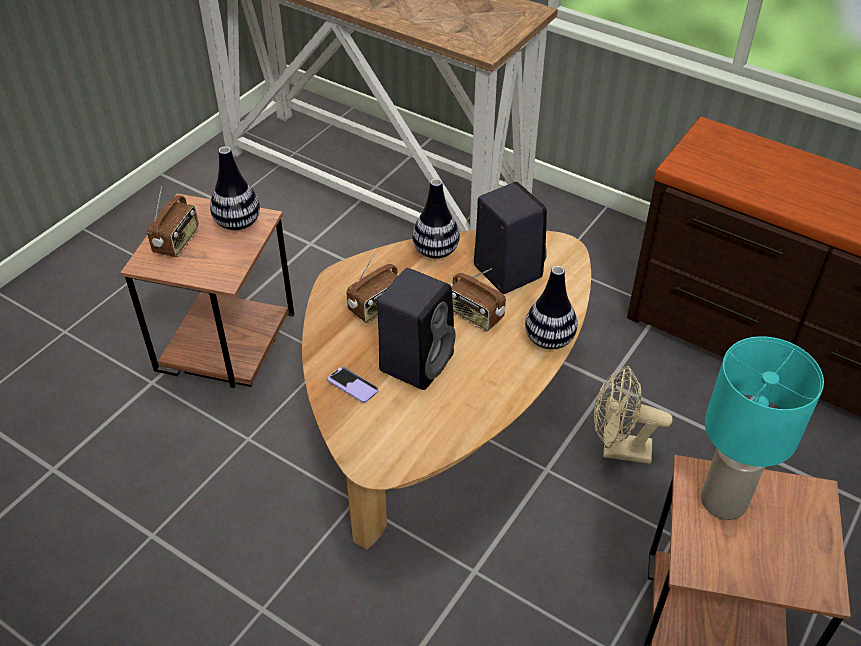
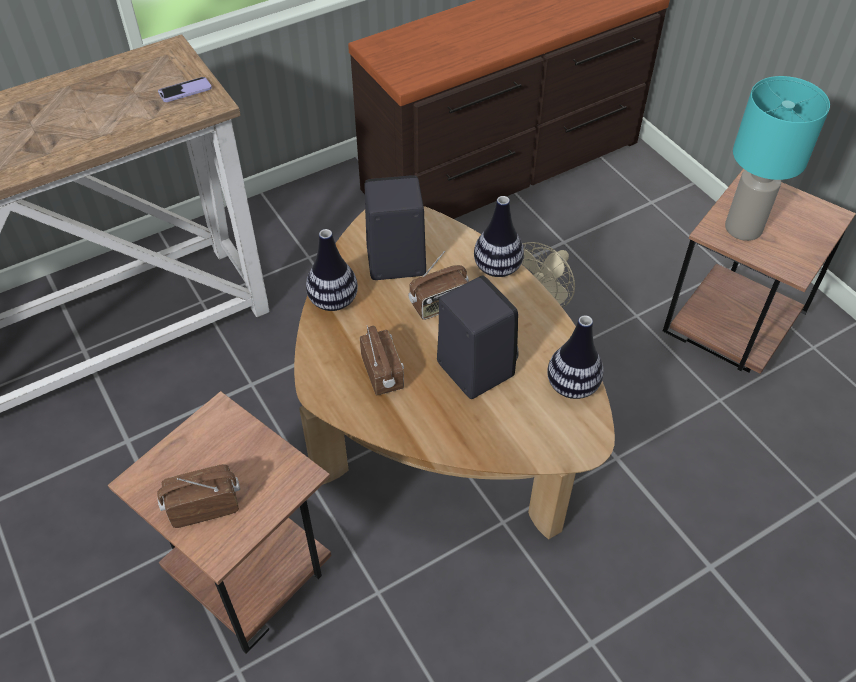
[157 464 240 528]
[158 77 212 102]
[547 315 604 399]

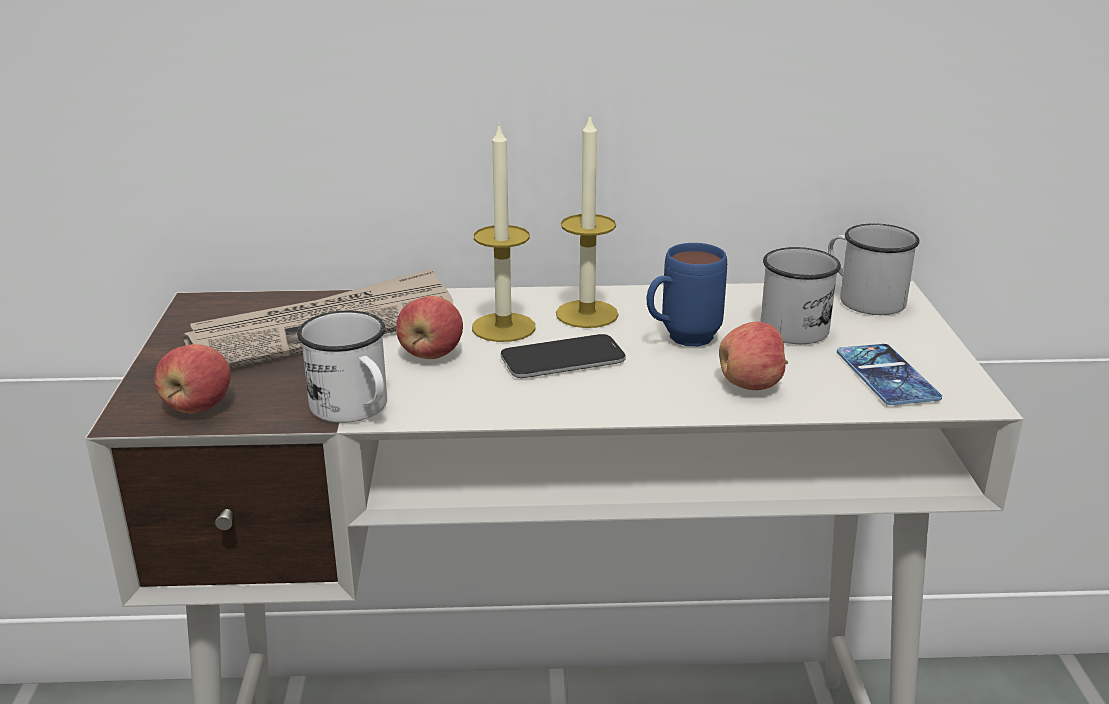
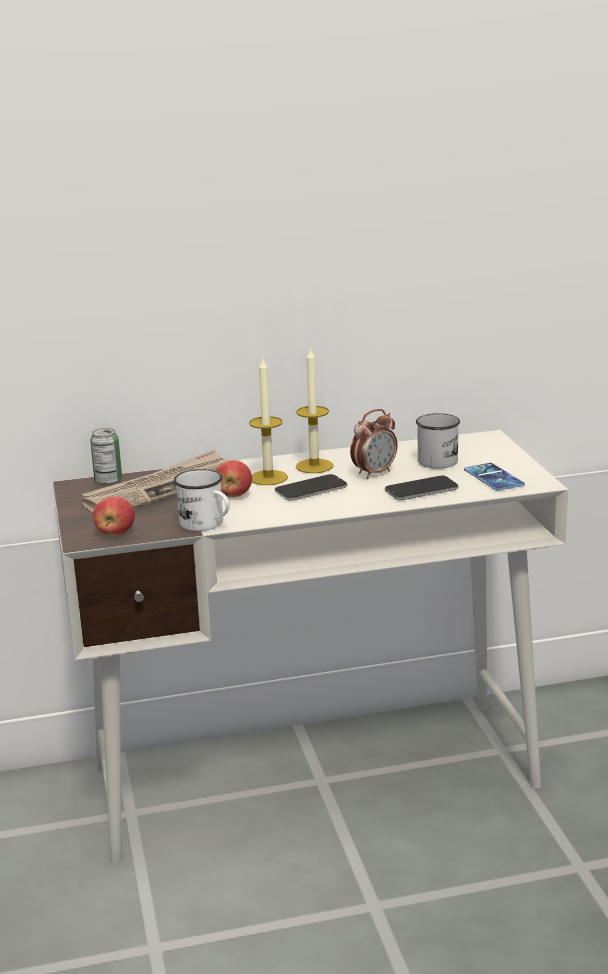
[90 428 122 485]
[350 409 397 479]
[385 476 459 500]
[828 224 920 315] (first image)

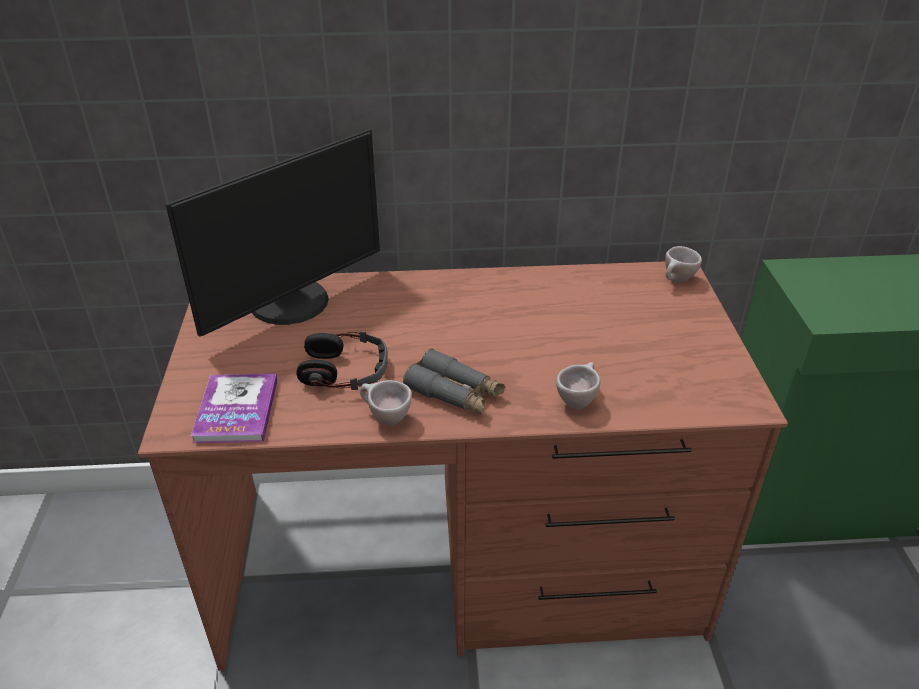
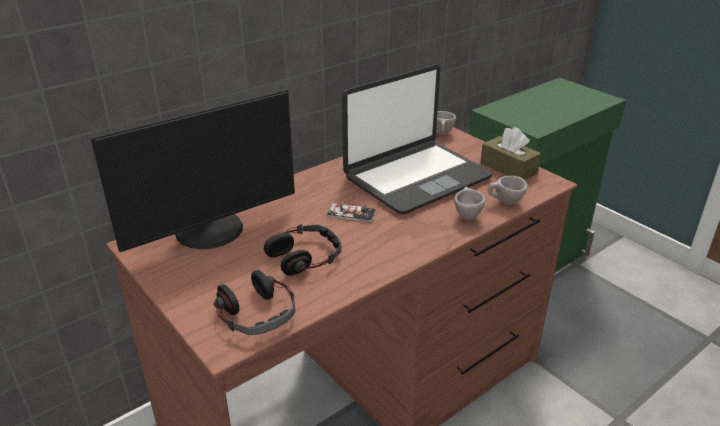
[91 90 295 252]
[213 270 295 335]
[326 202 376 222]
[342 65 493 214]
[480 127 541 180]
[487 176 527 205]
[403 349 505 415] (first image)

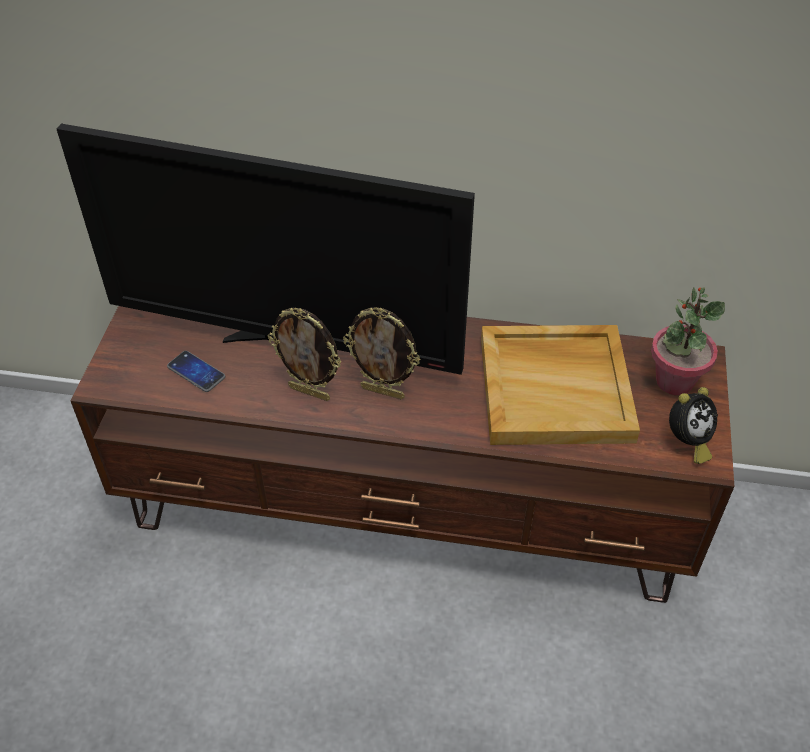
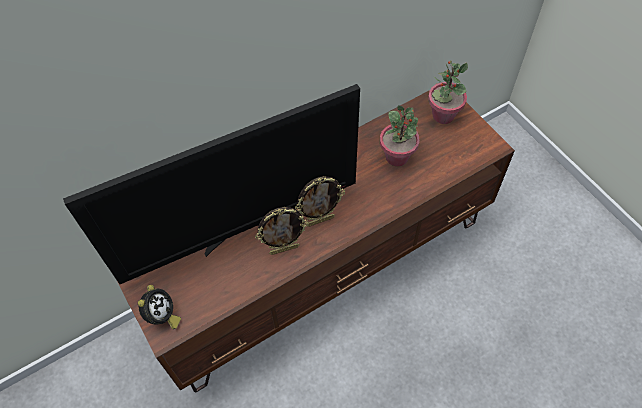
[138 285 181 329]
[380 105 420 166]
[167 351 225 392] (first image)

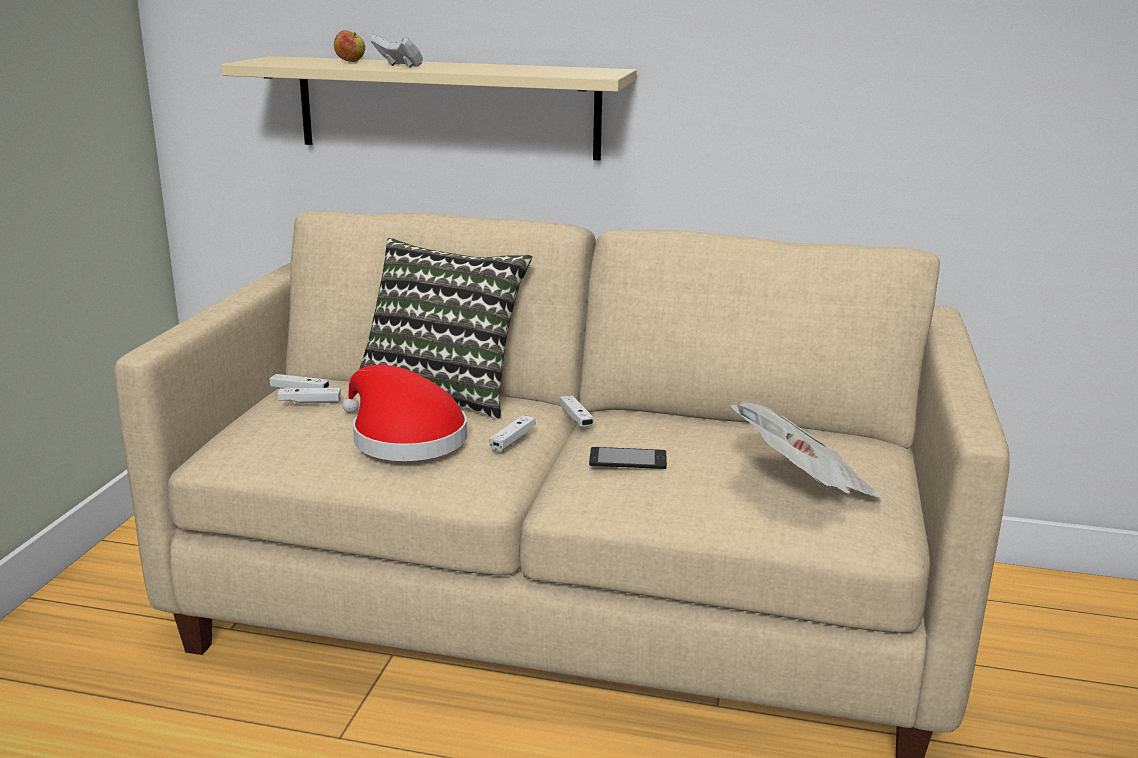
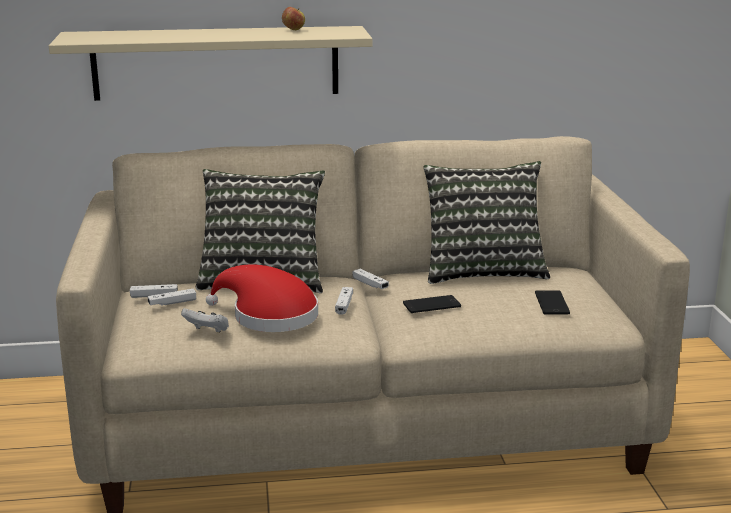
[181 308 229 333]
[282 7 305 30]
[423 161 550 284]
[535 290 570 314]

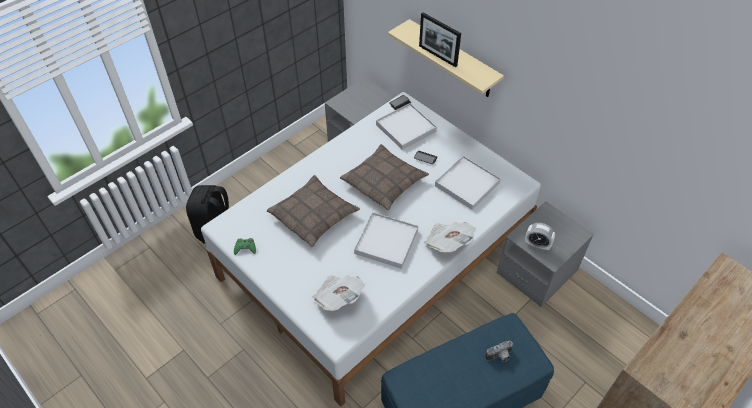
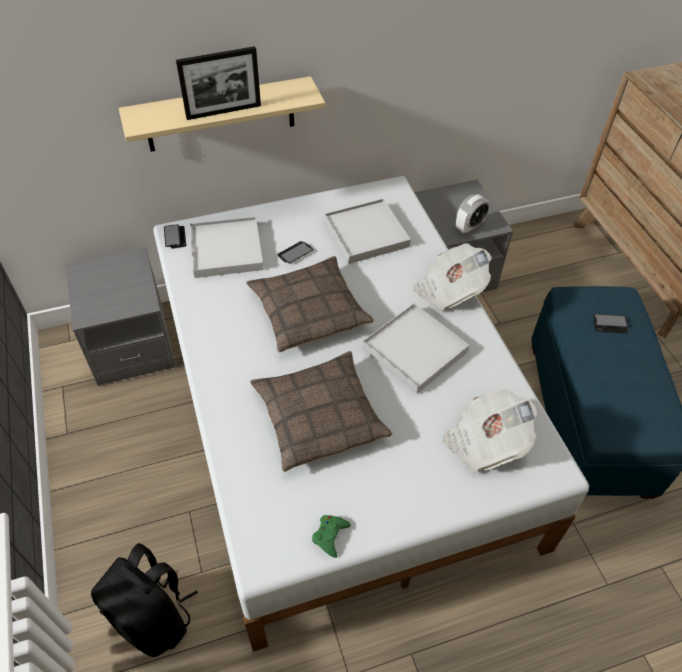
[593 314 628 334]

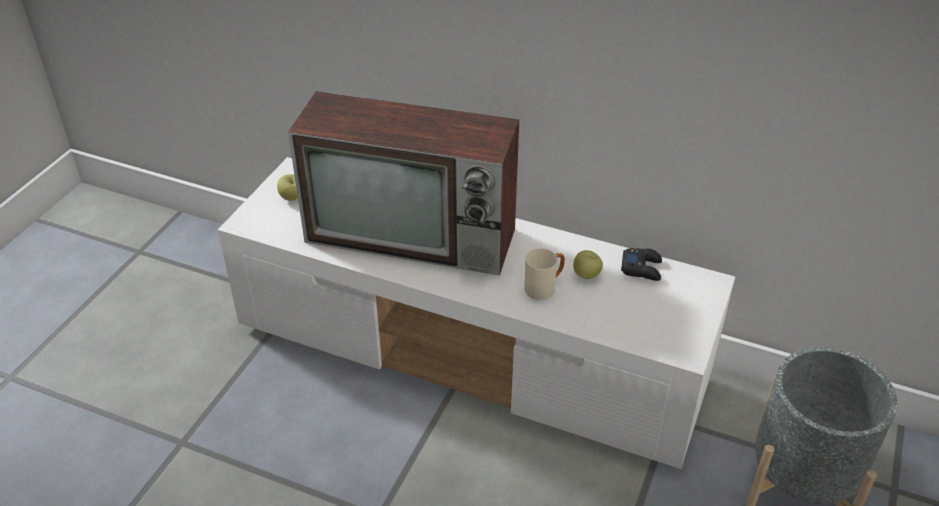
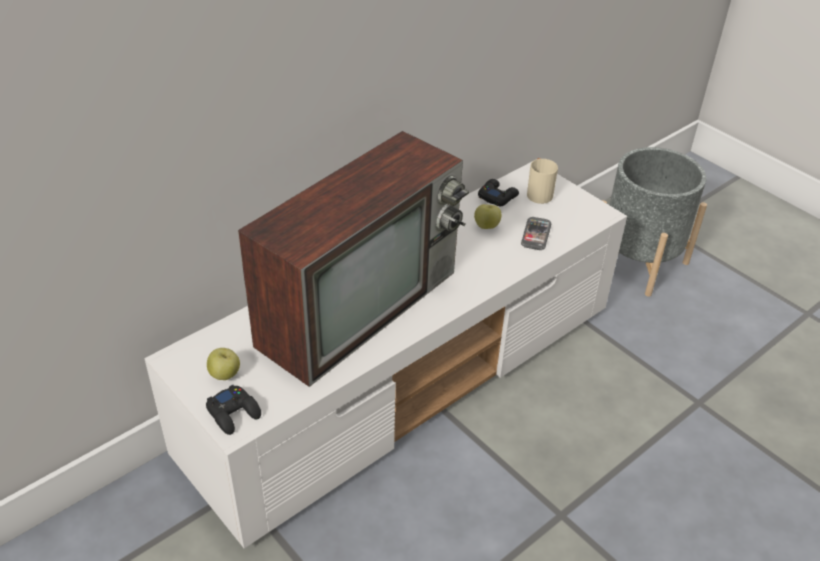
[206 385 261 435]
[521 217 551 250]
[527 158 558 204]

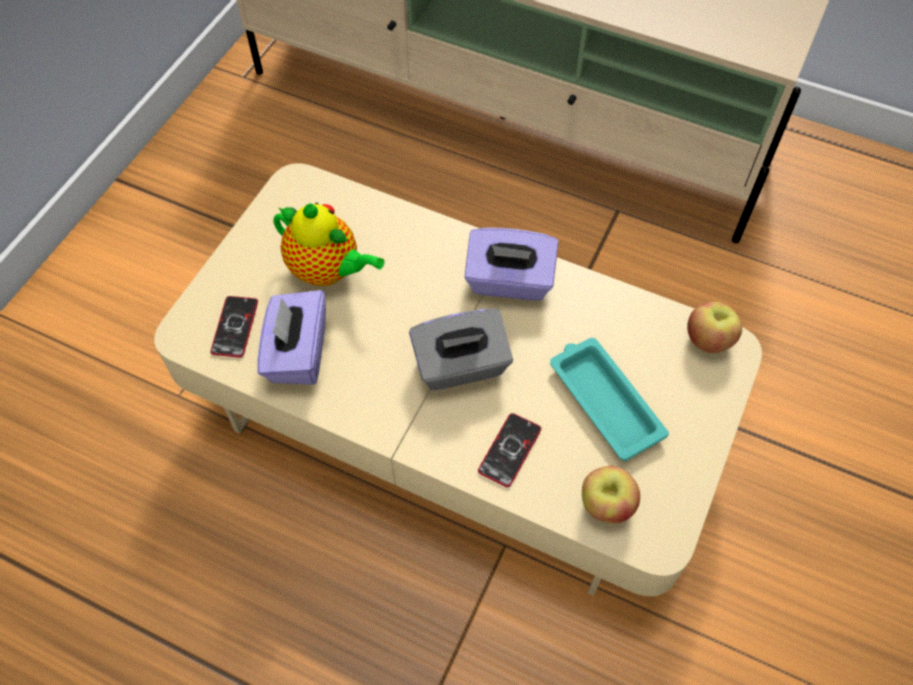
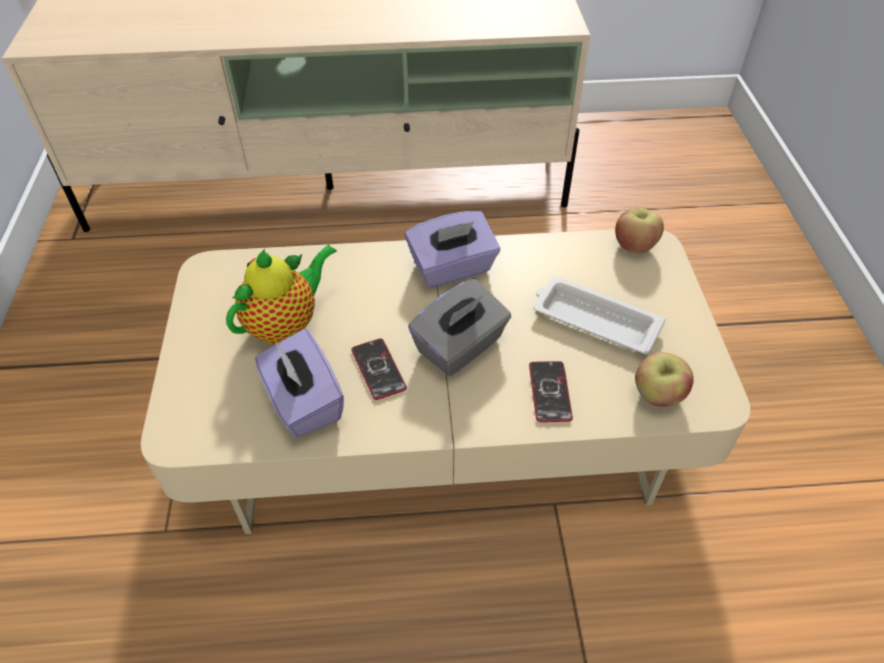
[226 244 337 345]
[351 338 407 400]
[533 277 665 354]

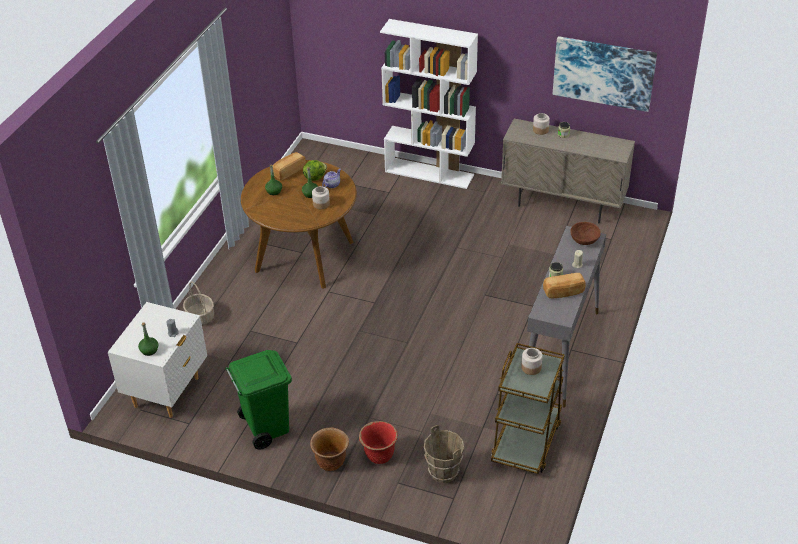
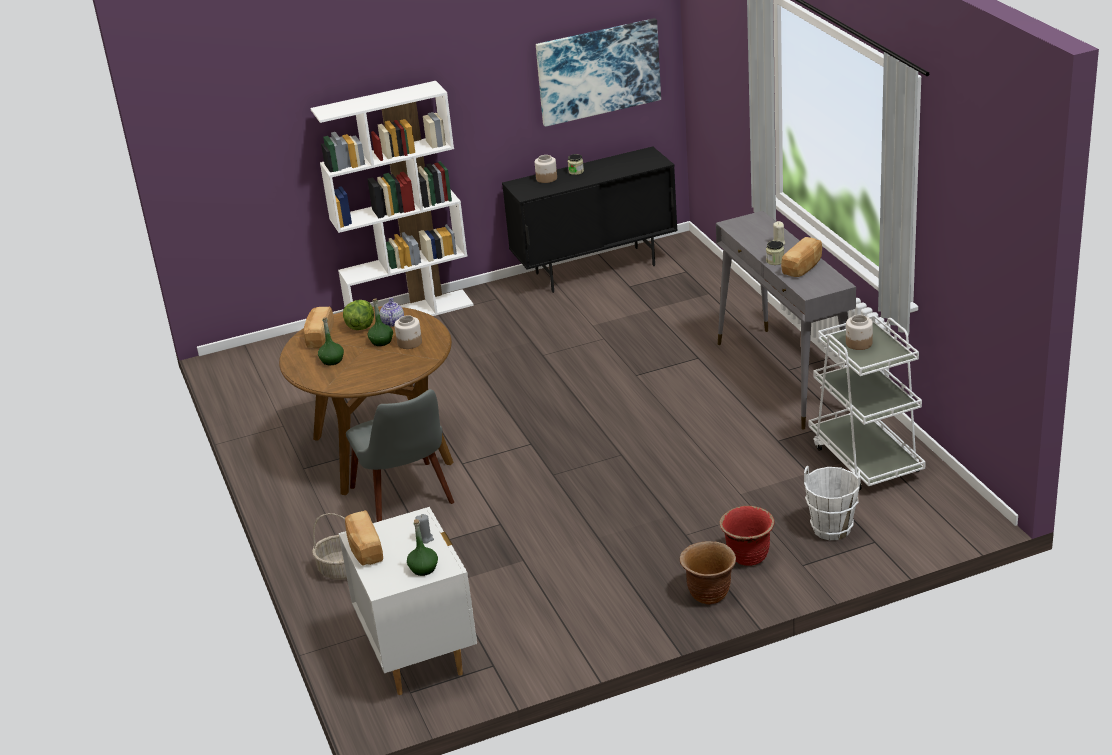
[345 510 383 566]
[346 389 454 522]
[502 146 678 293]
[804 466 860 540]
[809 315 926 490]
[226 350 292 449] (first image)
[570 222 601 245] (first image)

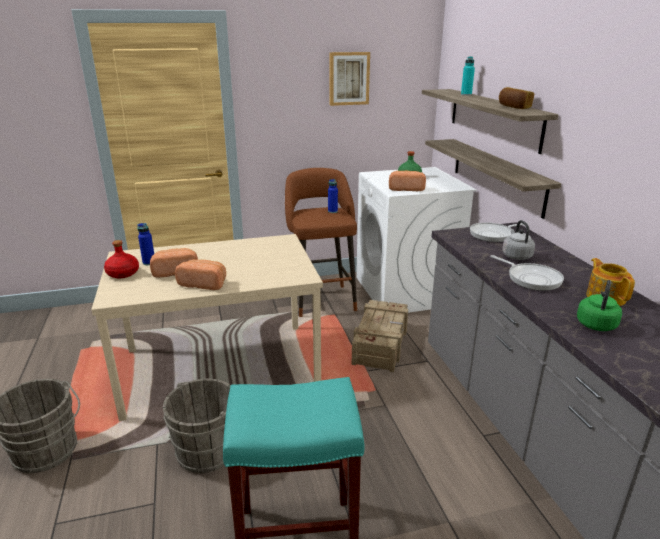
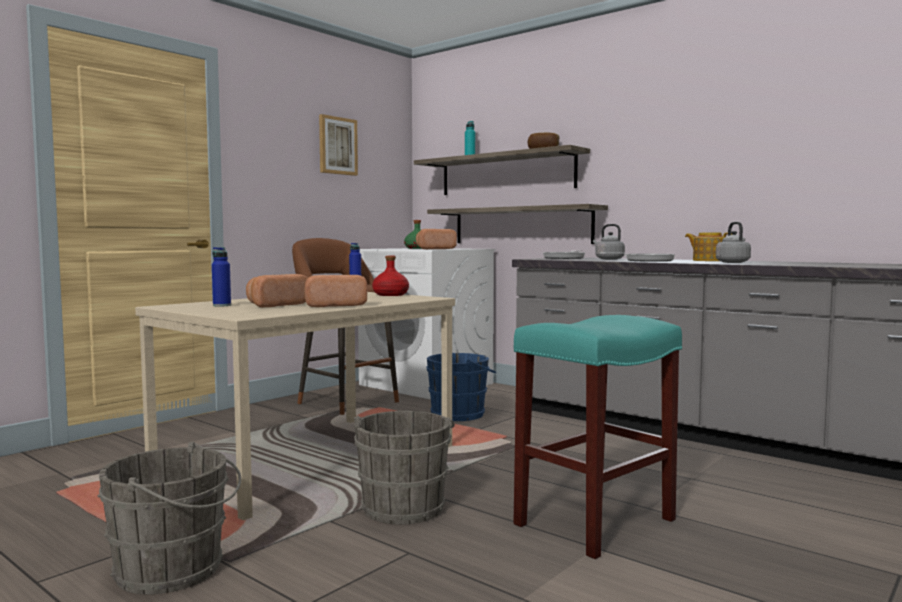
[372 256 409 296]
[427 353 496 421]
[716 222 751 263]

